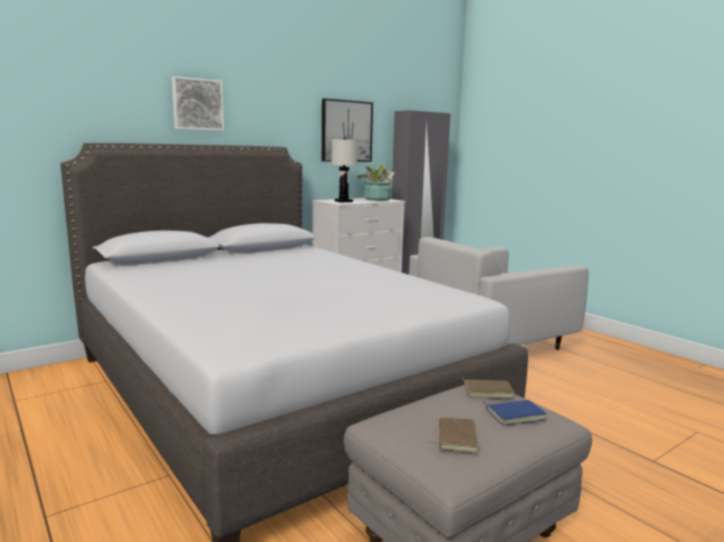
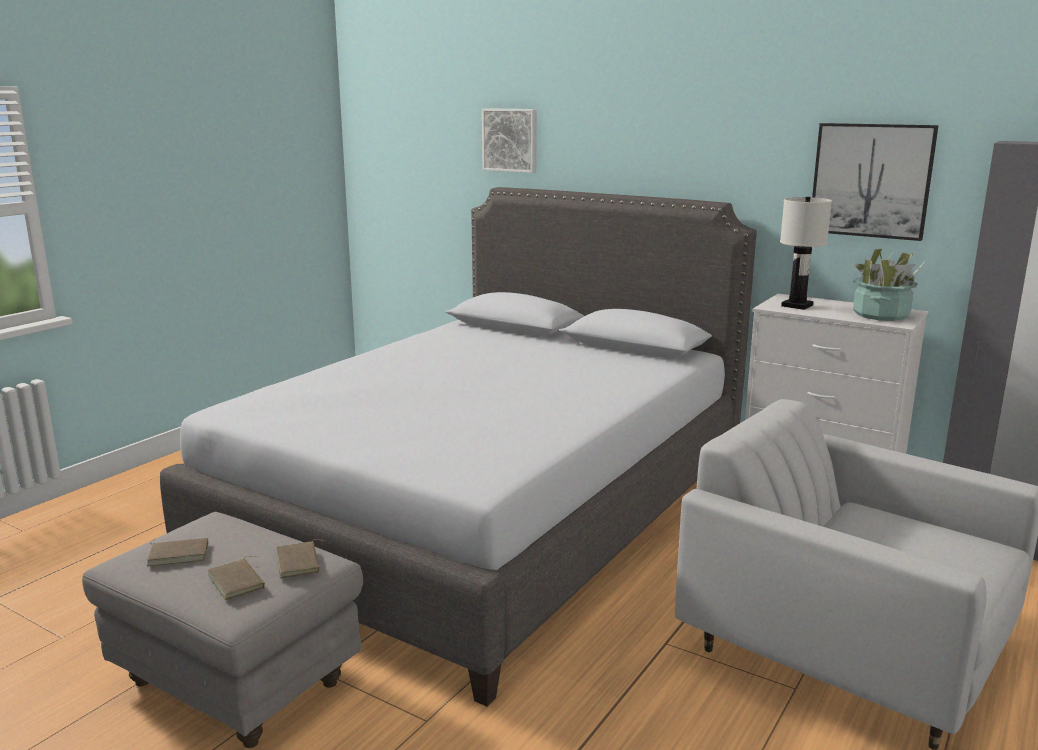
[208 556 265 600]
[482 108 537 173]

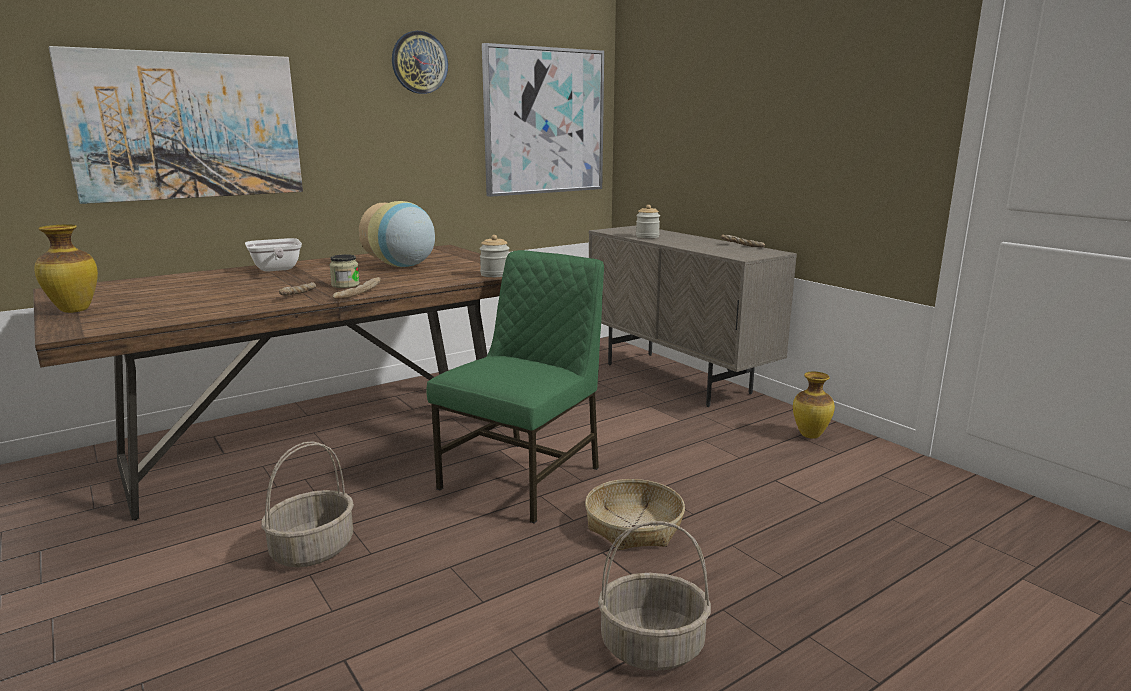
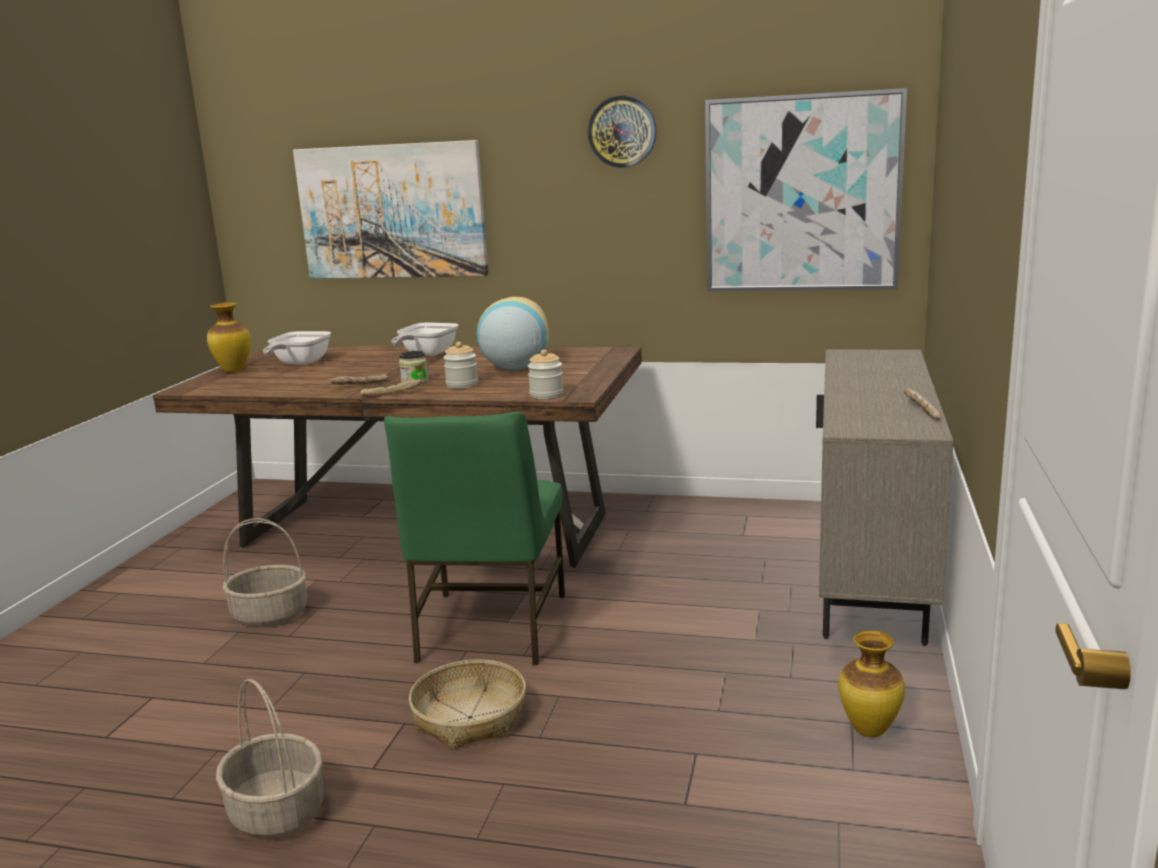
[263 331 331 364]
[384 412 565 665]
[443 342 478 389]

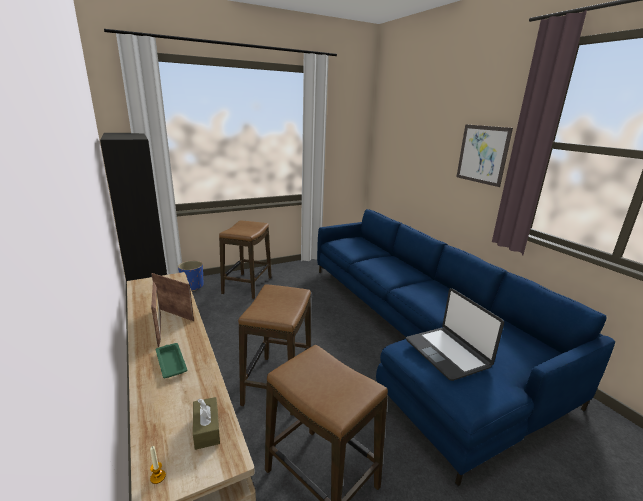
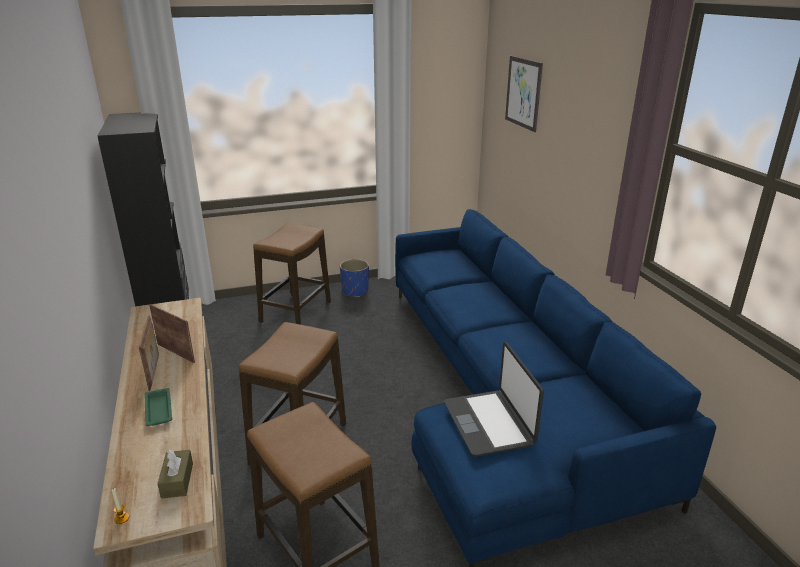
[340 259 369 297]
[505 56 543 132]

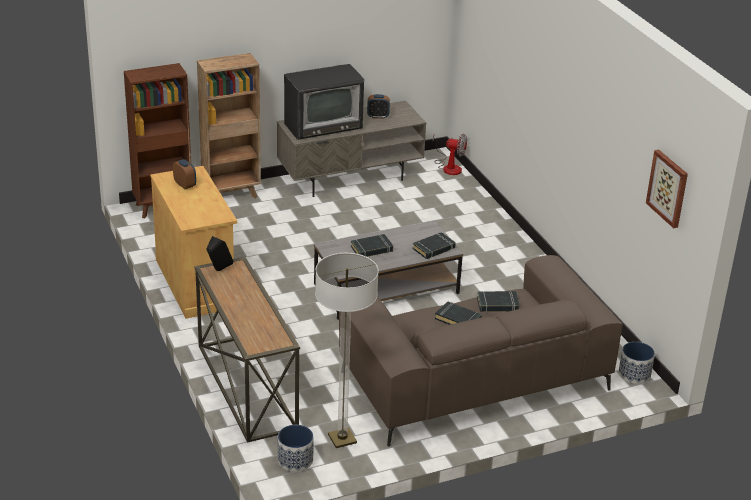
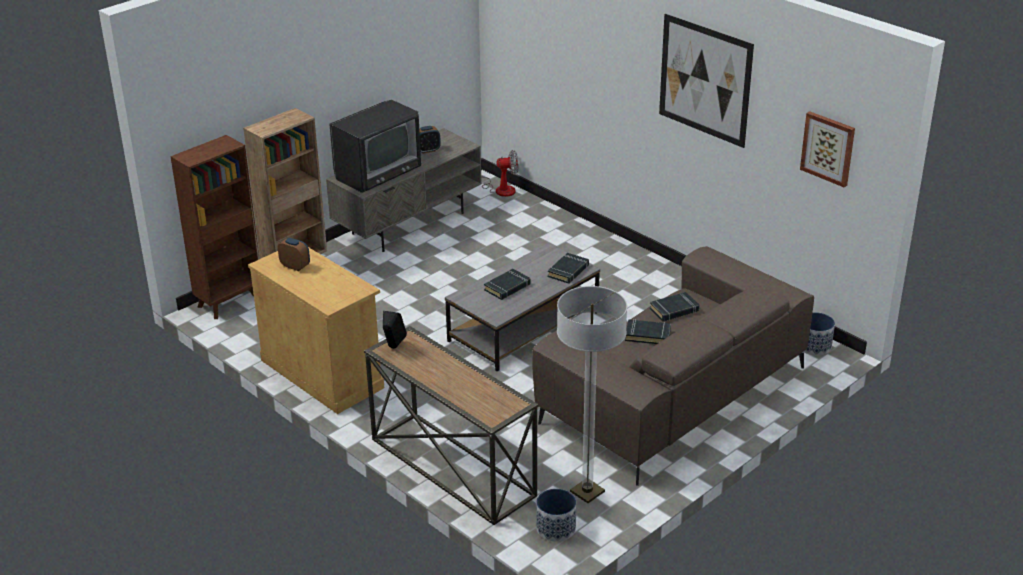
[659 14 754 148]

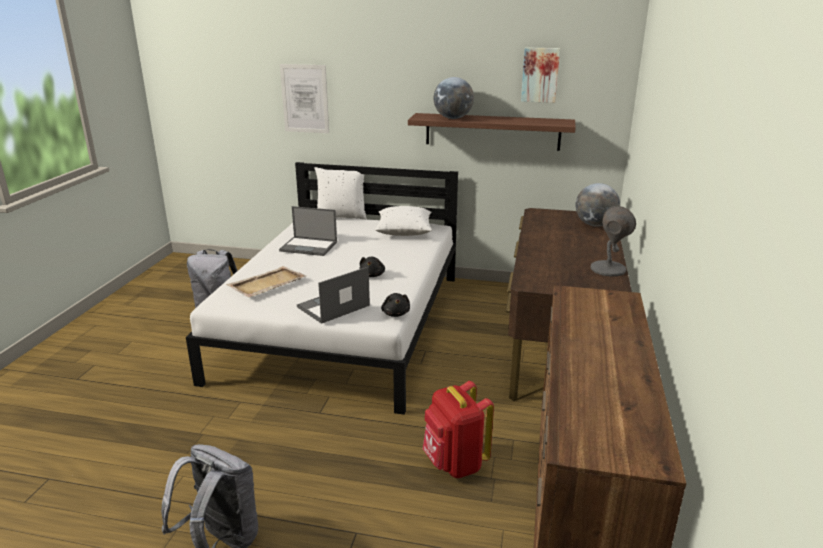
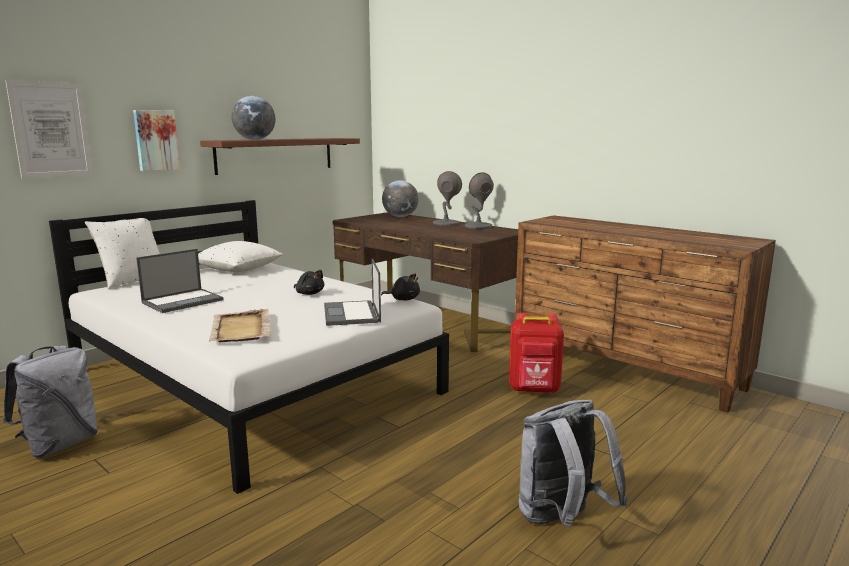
[133 110 180 171]
[433 171 462 226]

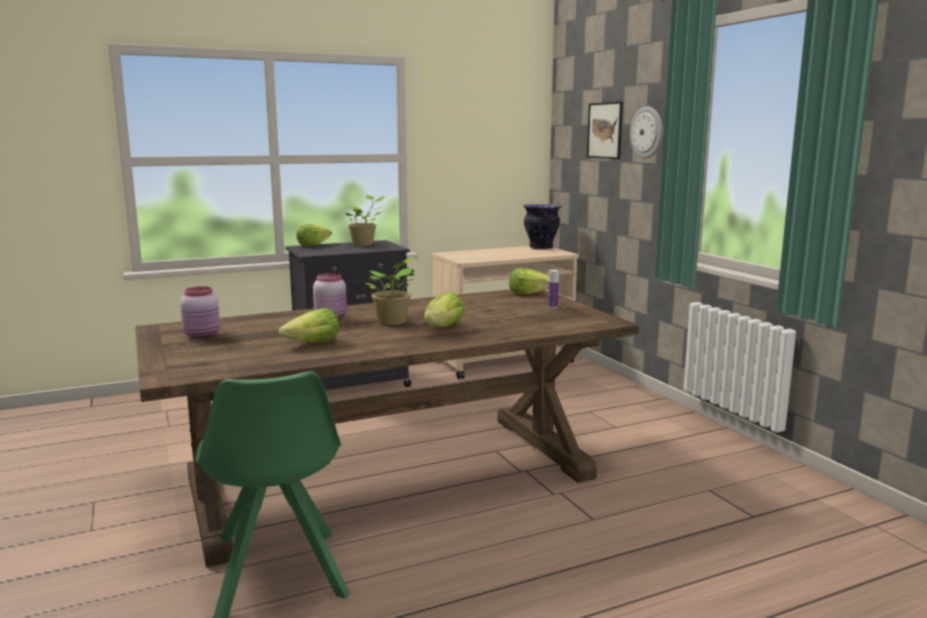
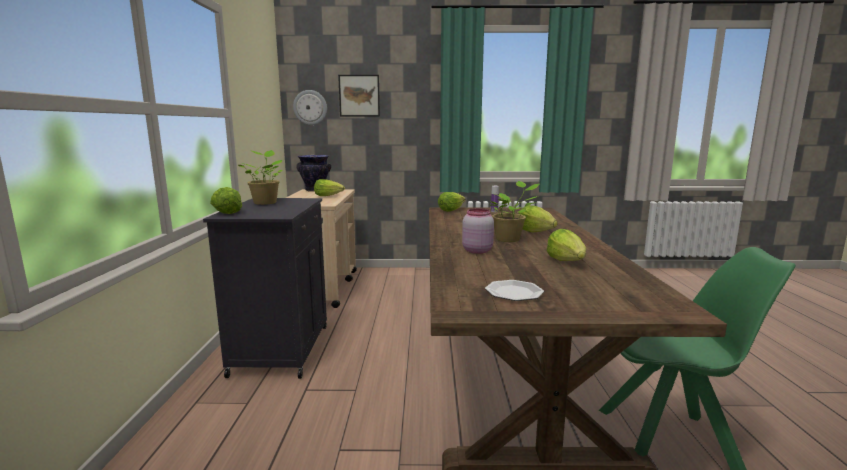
[293 90 327 125]
[314 179 345 196]
[485 280 544 301]

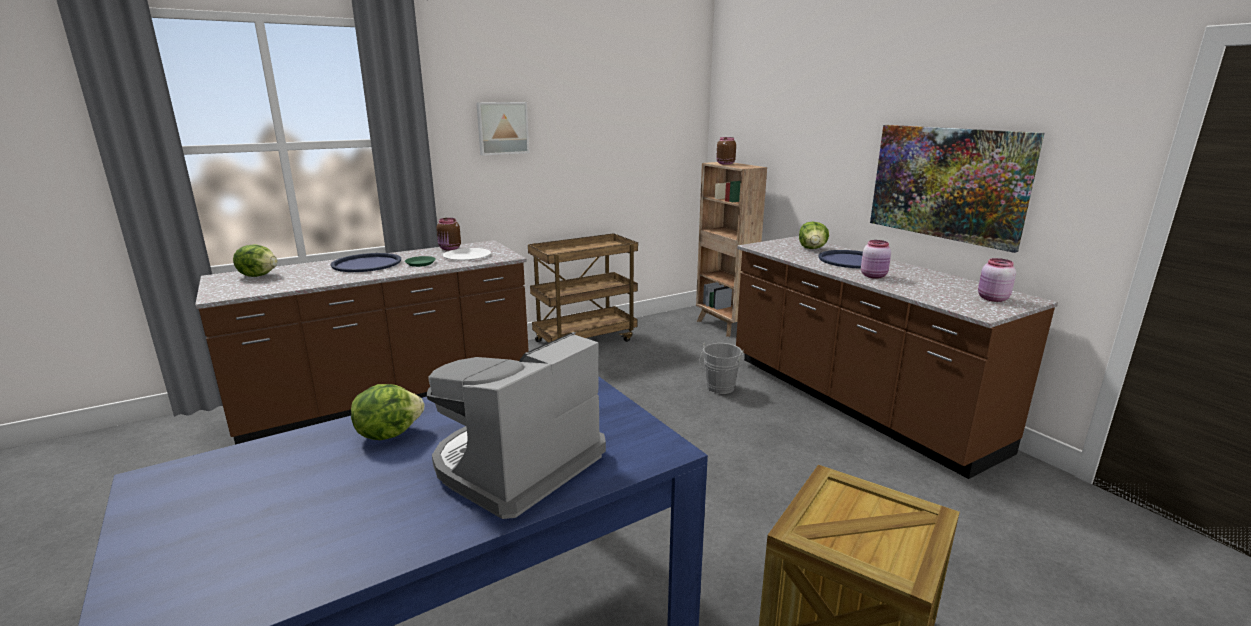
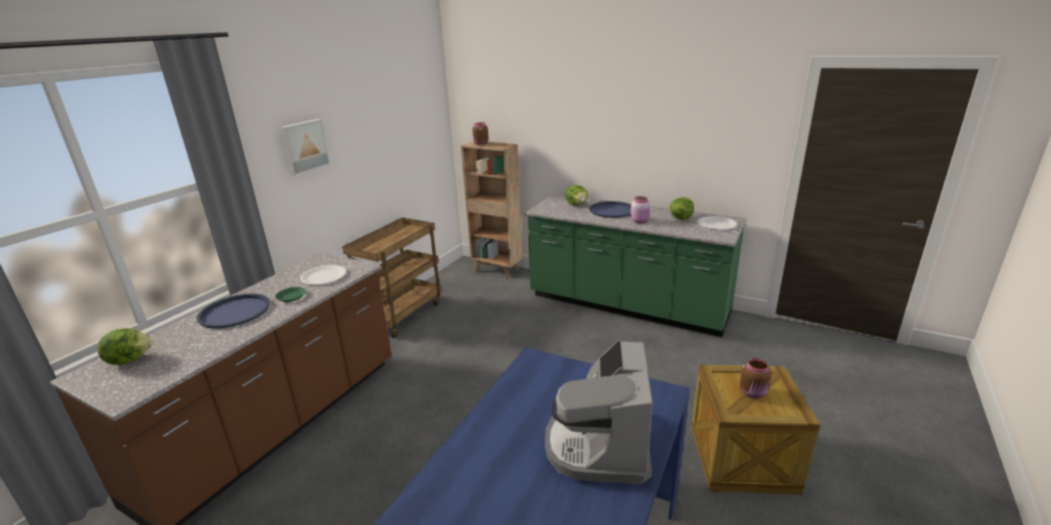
[525 194 747 337]
[670 197 694 220]
[698 216 737 230]
[740 358 771 399]
[699 342 744 394] (first image)
[870 125 1044 253] (first image)

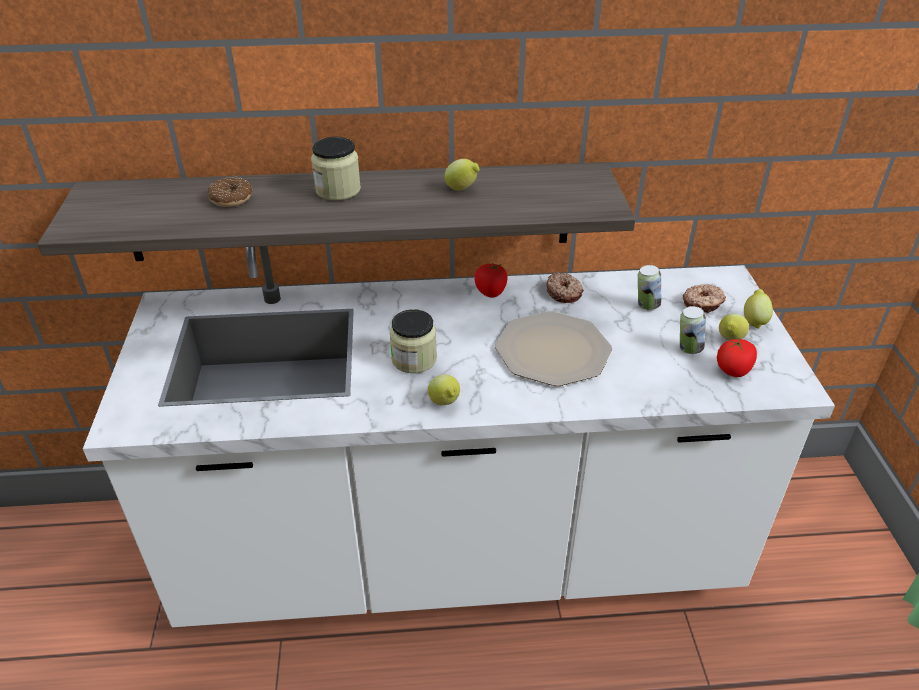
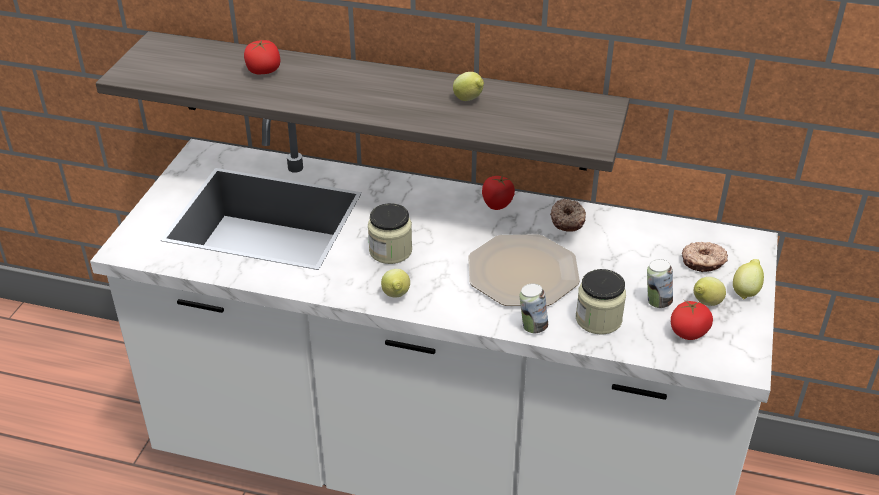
[244 40 280 74]
[519 283 548 333]
[576 269 626 335]

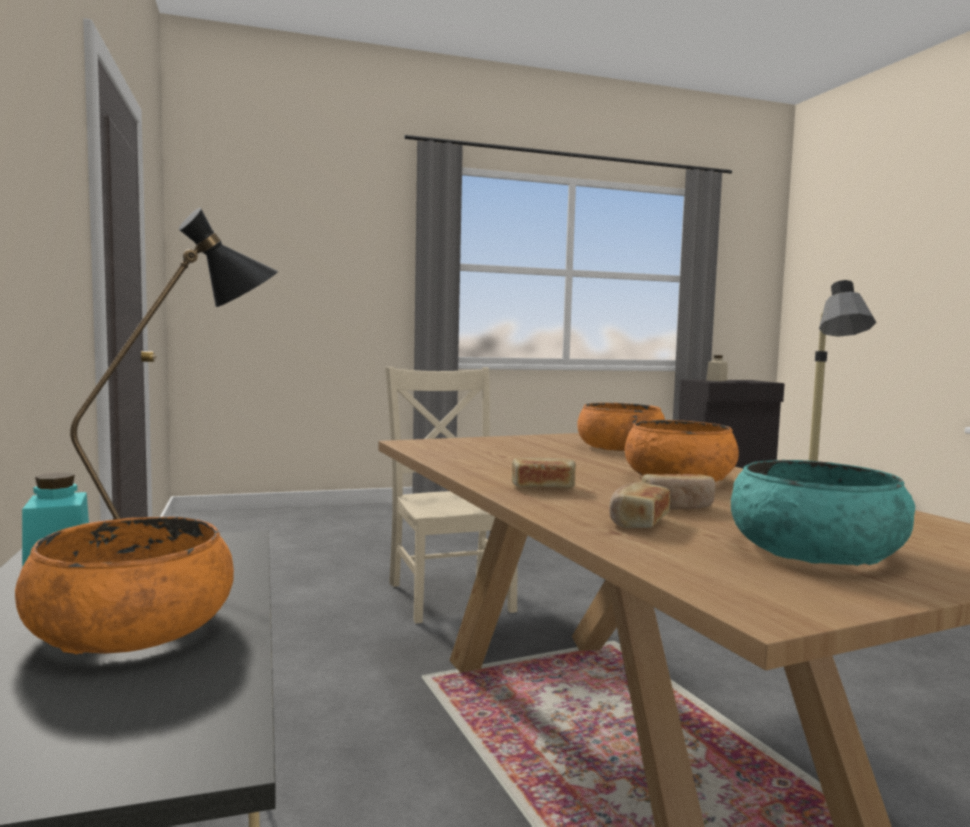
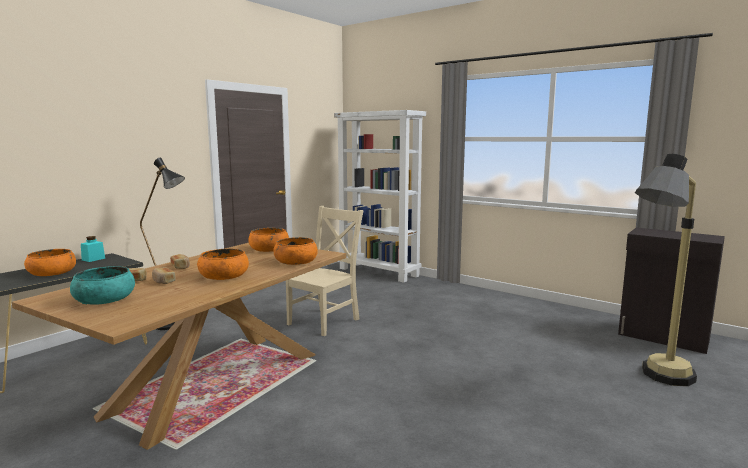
[248 228 289 252]
[334 110 426 283]
[706 355 728 381] (first image)

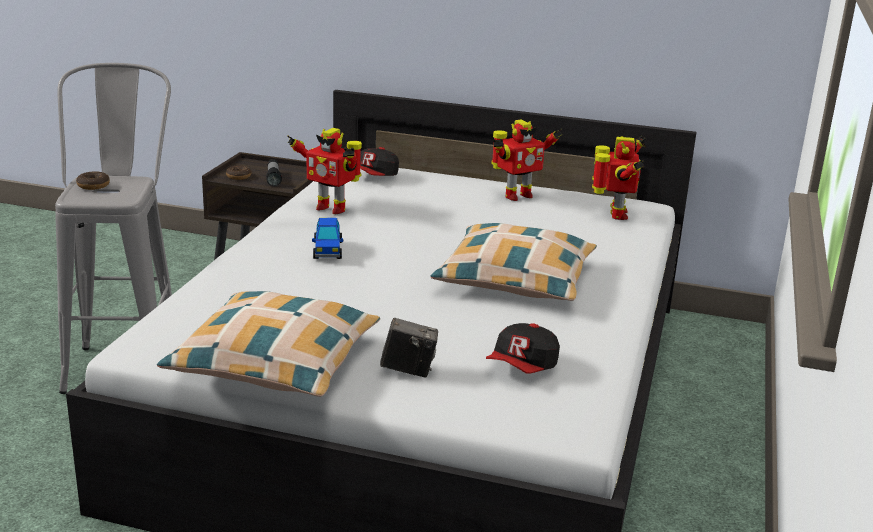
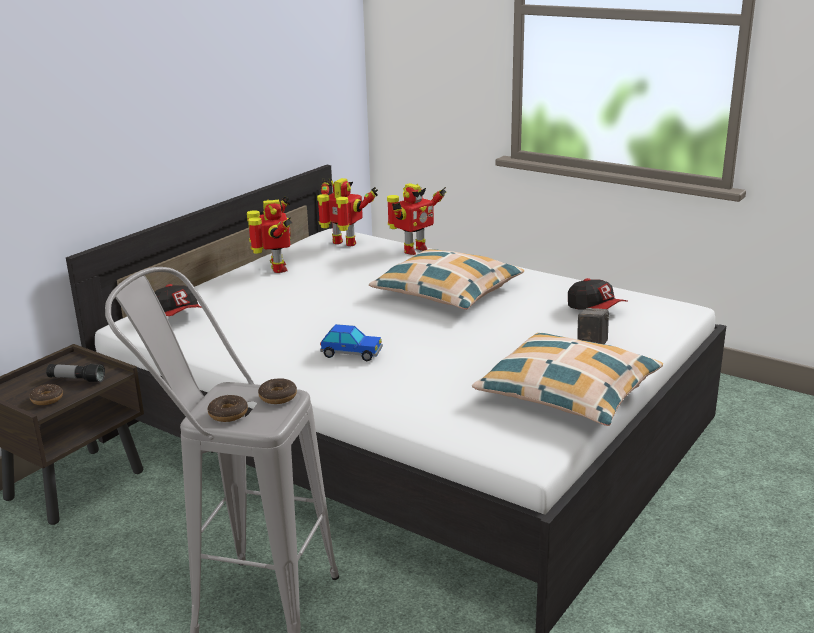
[258 378 297 404]
[387 183 446 255]

